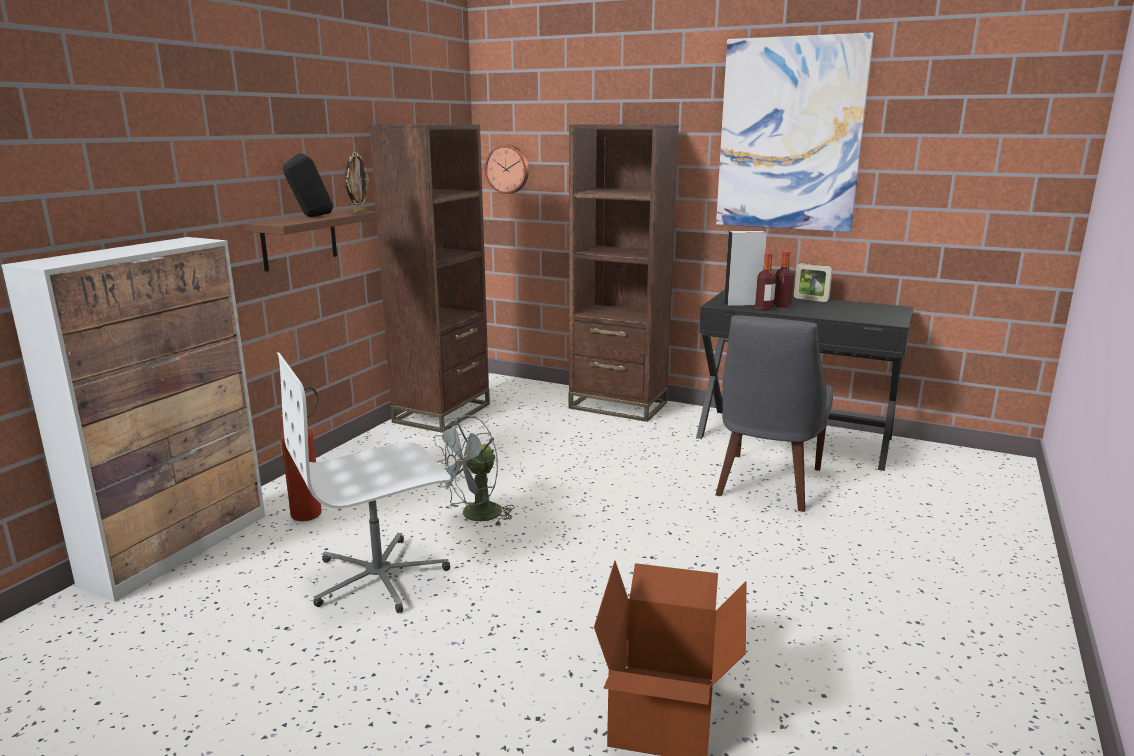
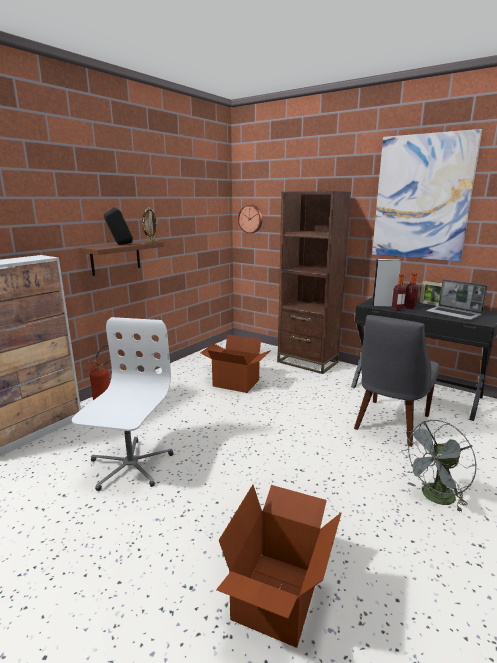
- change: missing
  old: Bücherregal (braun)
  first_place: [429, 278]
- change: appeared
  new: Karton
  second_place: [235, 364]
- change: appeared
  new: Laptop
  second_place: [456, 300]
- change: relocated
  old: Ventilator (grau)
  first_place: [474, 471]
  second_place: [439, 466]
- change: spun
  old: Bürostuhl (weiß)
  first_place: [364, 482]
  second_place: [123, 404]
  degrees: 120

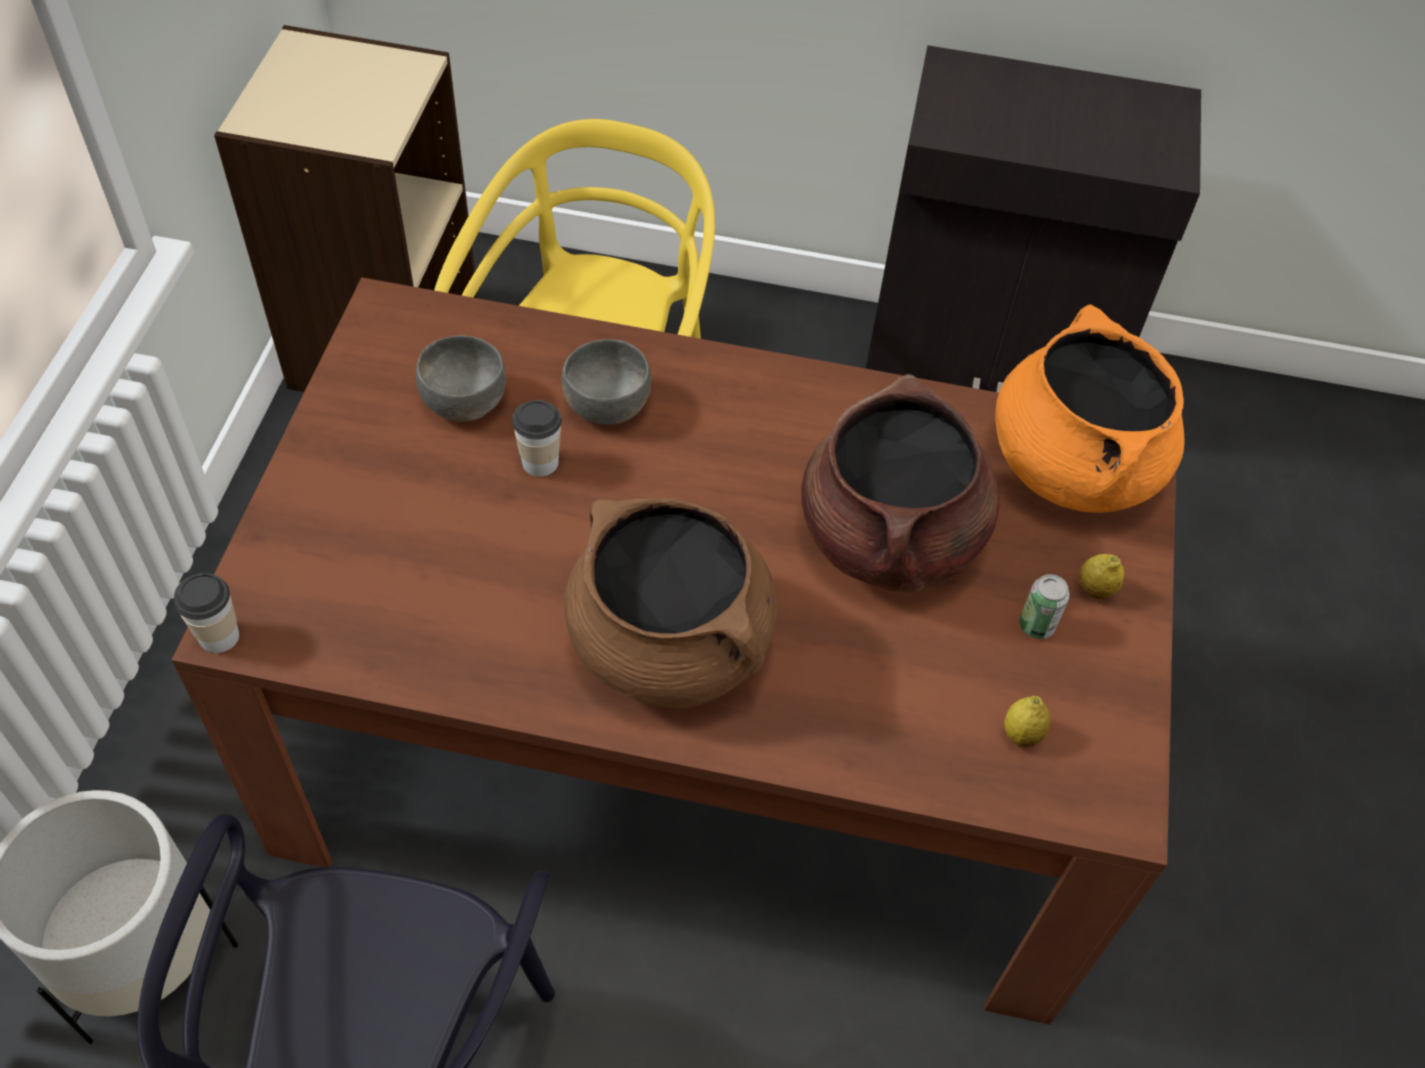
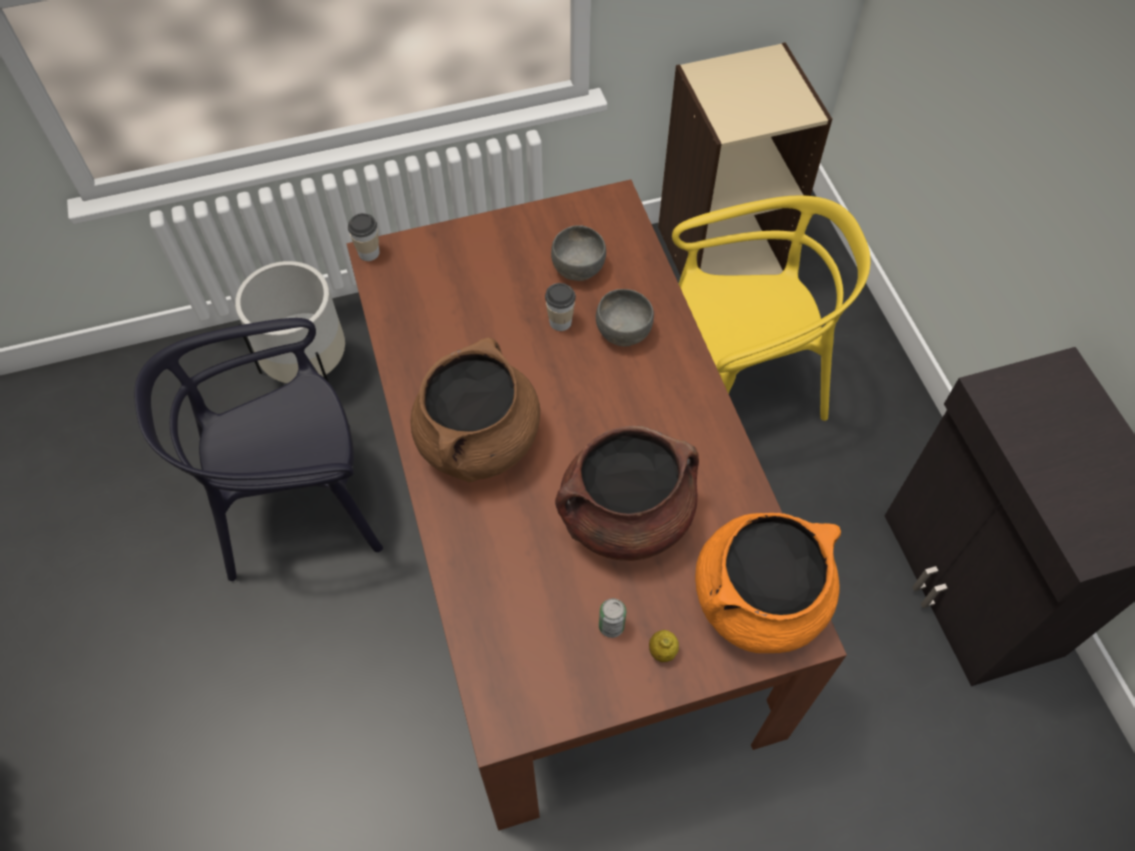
- change: missing
  old: Zitrone
  first_place: [1027, 721]

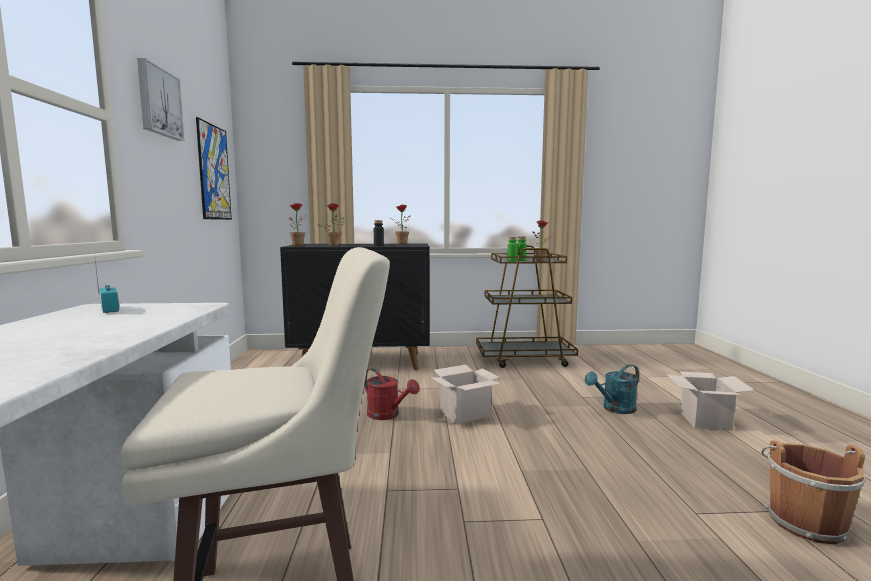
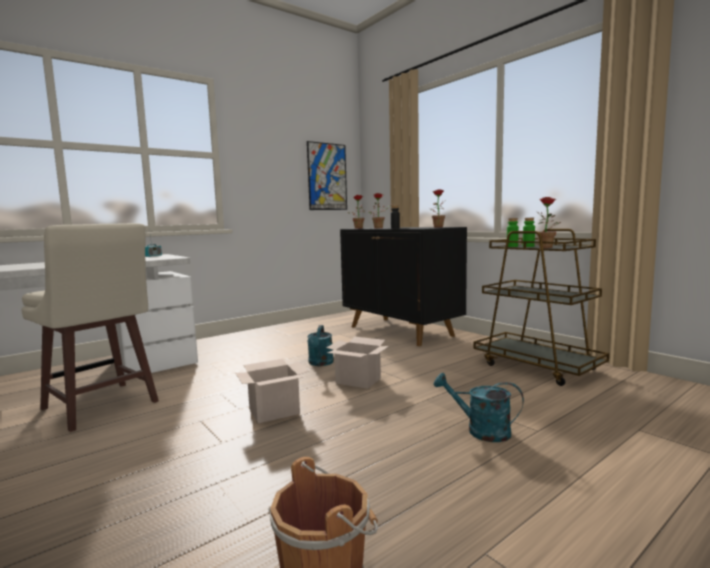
- change: missing
  old: Bild
  first_place: [161, 99]
- change: relocated
  old: Karton
  first_place: [710, 401]
  second_place: [272, 391]
- change: colour
  old: Gießkanne (rot)
  new: Gießkanne (türkis)
  first_place: [391, 394]
  second_place: [320, 345]

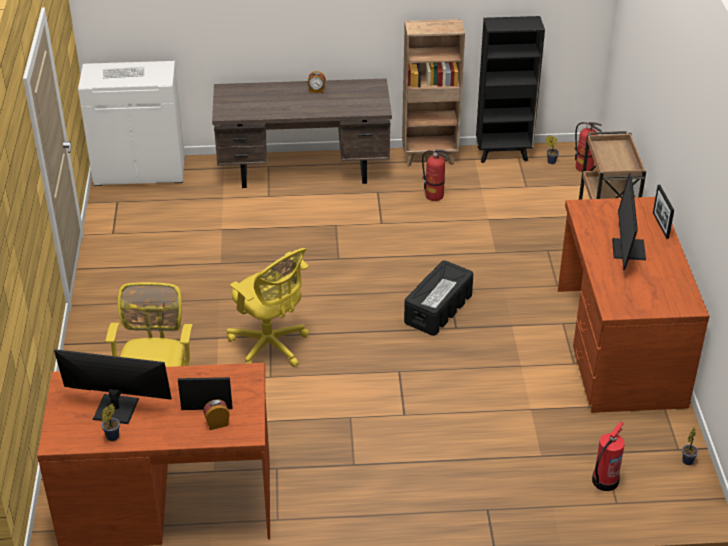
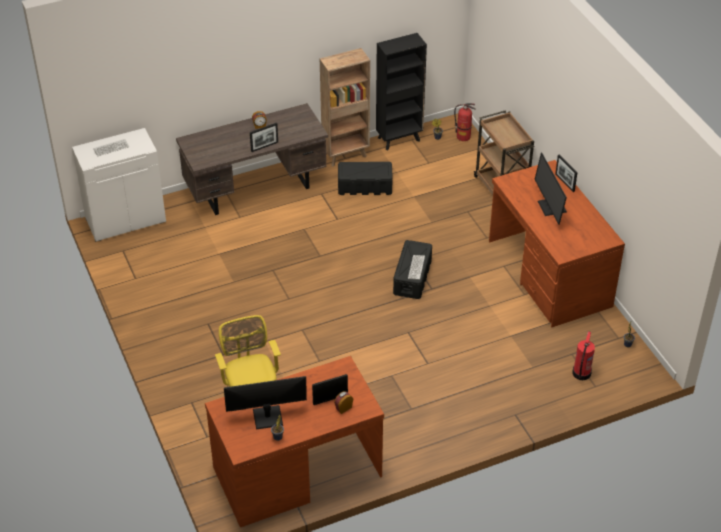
- change: missing
  old: Bürostuhl (gelb)
  first_place: [268, 307]
- change: appeared
  new: Bilderrahmen
  second_place: [264, 137]
- change: exchanged
  old: Feuerlöscher
  new: Aufbewahrungsbox (schwarz)
  first_place: [435, 175]
  second_place: [365, 178]

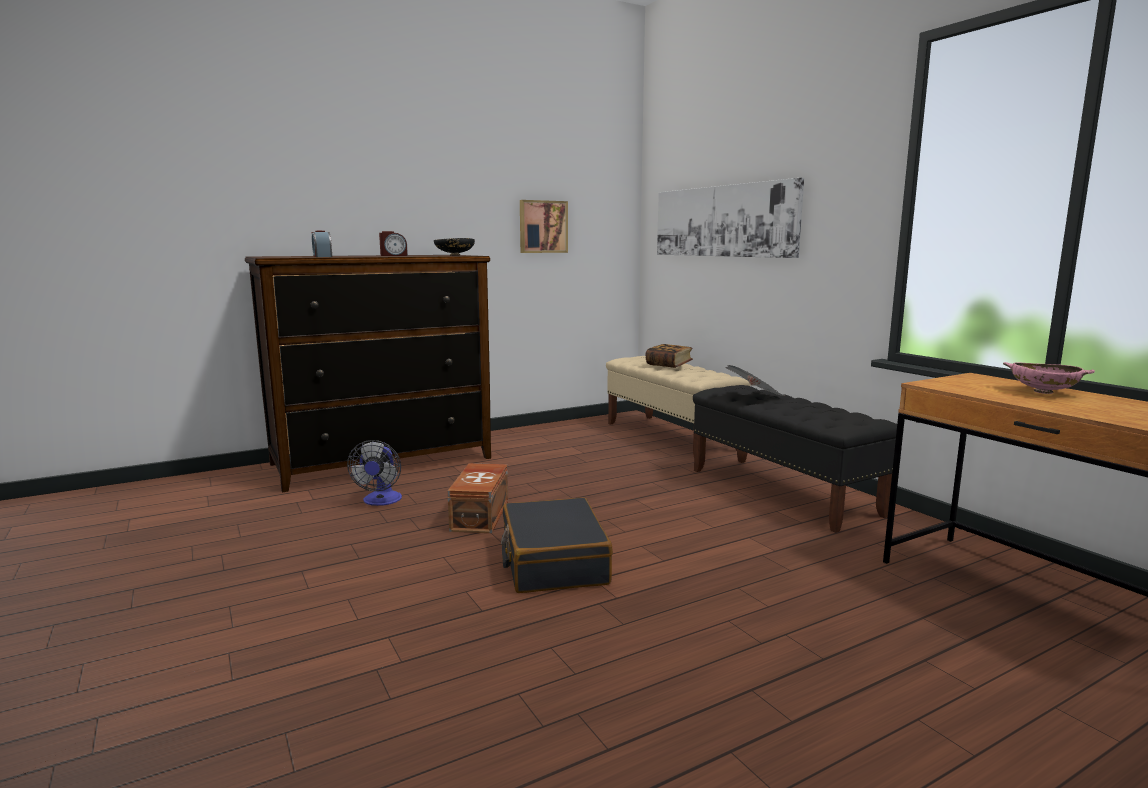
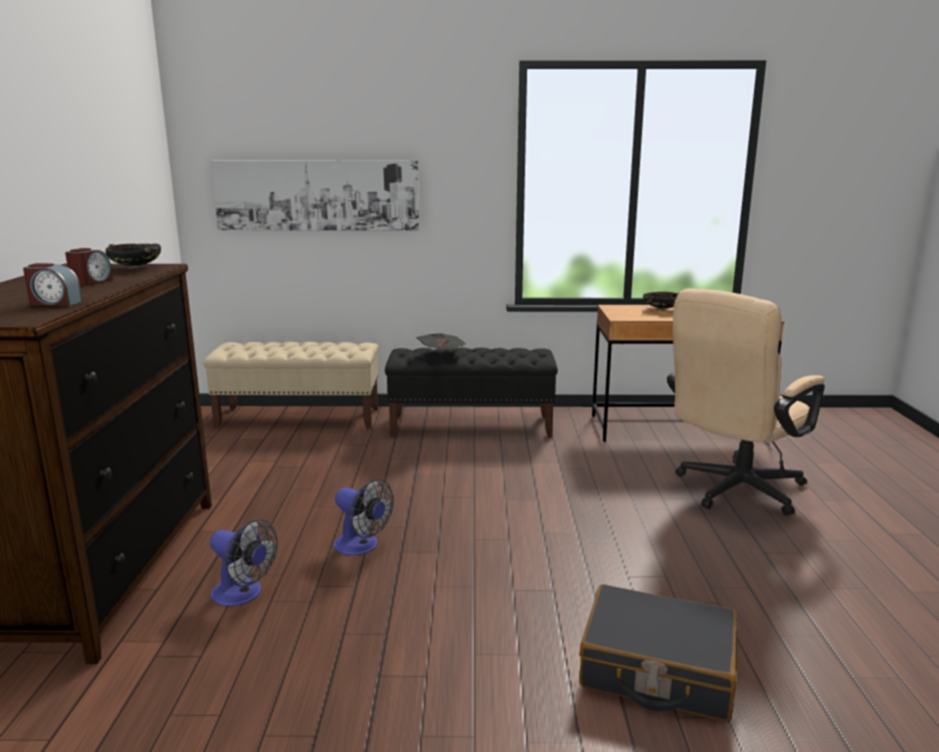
- change: missing
  old: Bild
  first_place: [544, 226]
- change: missing
  old: Buch
  first_place: [669, 356]
- change: appeared
  new: Bürostuhl (beige)
  second_place: [746, 402]
- change: relocated
  old: Koffer (schwarz)
  first_place: [557, 545]
  second_place: [658, 653]
- change: exchanged
  old: Aufbewahrungsbox (braun)
  new: Ventilator
  first_place: [478, 498]
  second_place: [364, 517]
- change: colour
  old: Schüssel (rosa)
  new: Schüssel (schwarz)
  first_place: [1049, 378]
  second_place: [661, 301]

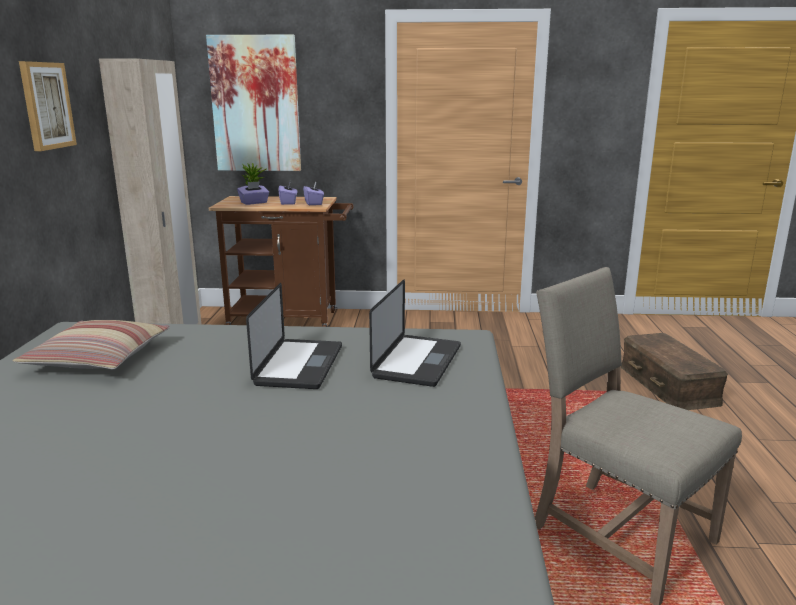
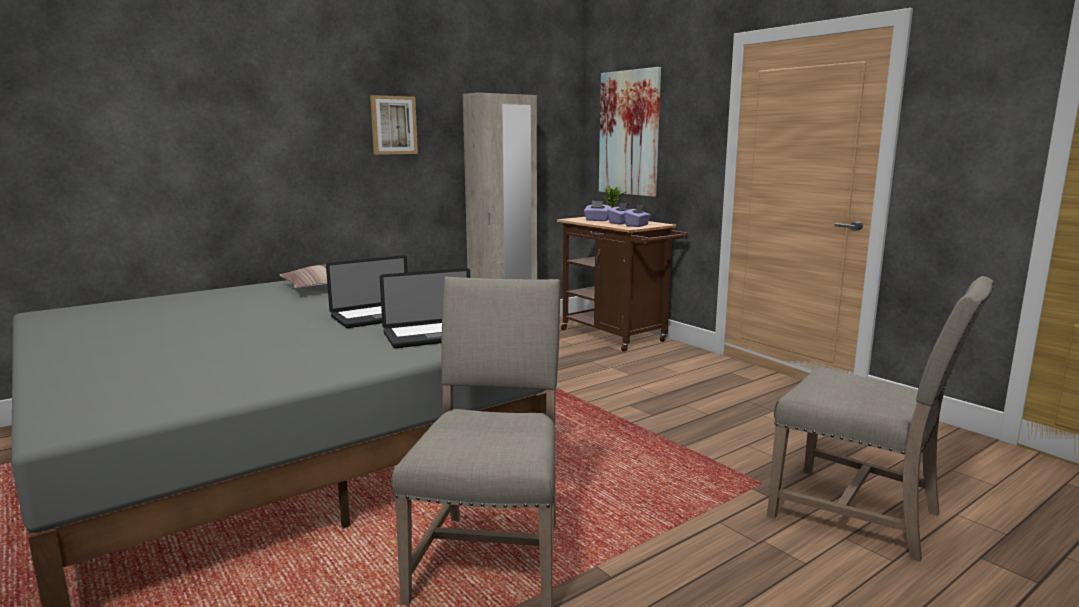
- change: exchanged
  old: Aufbewahrungsbox (braun)
  new: Stuhl (beige)
  first_place: [674, 371]
  second_place: [880, 419]

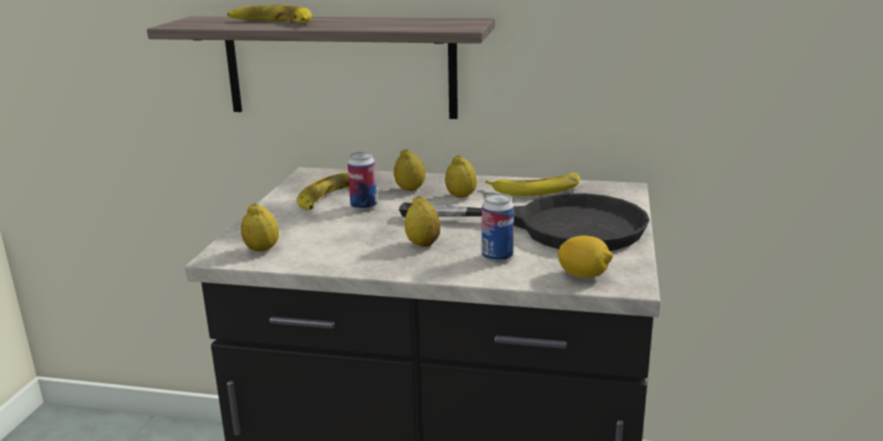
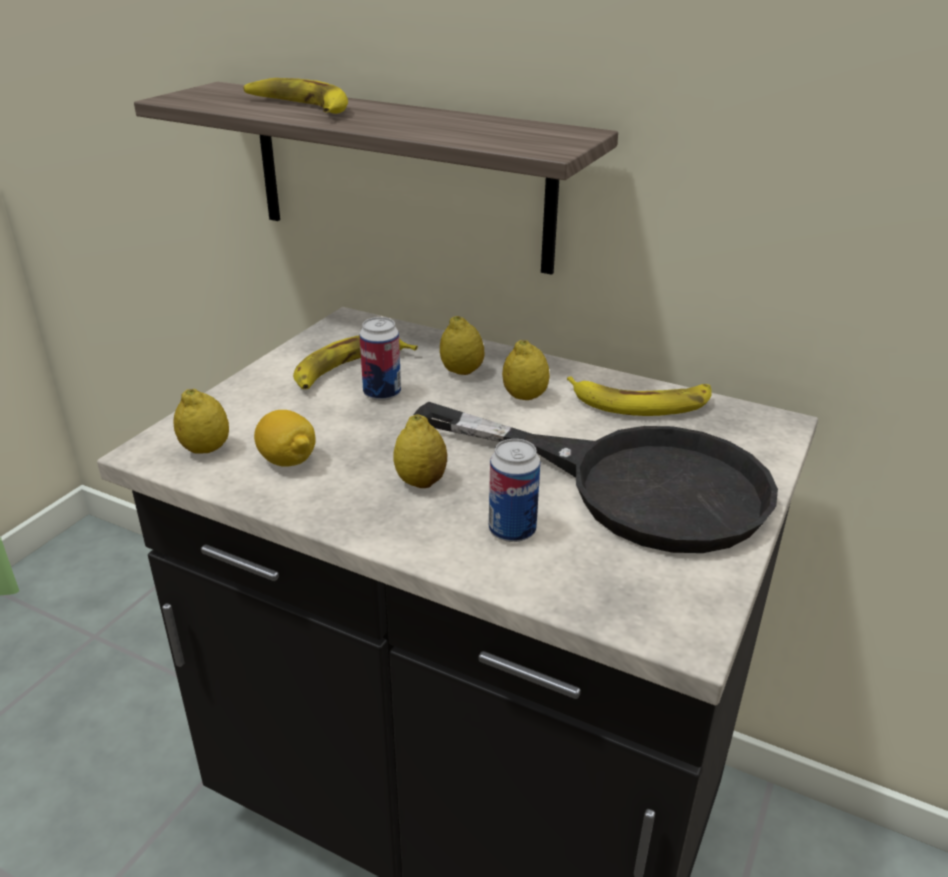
- change: relocated
  old: Zitrone
  first_place: [585, 257]
  second_place: [284, 438]

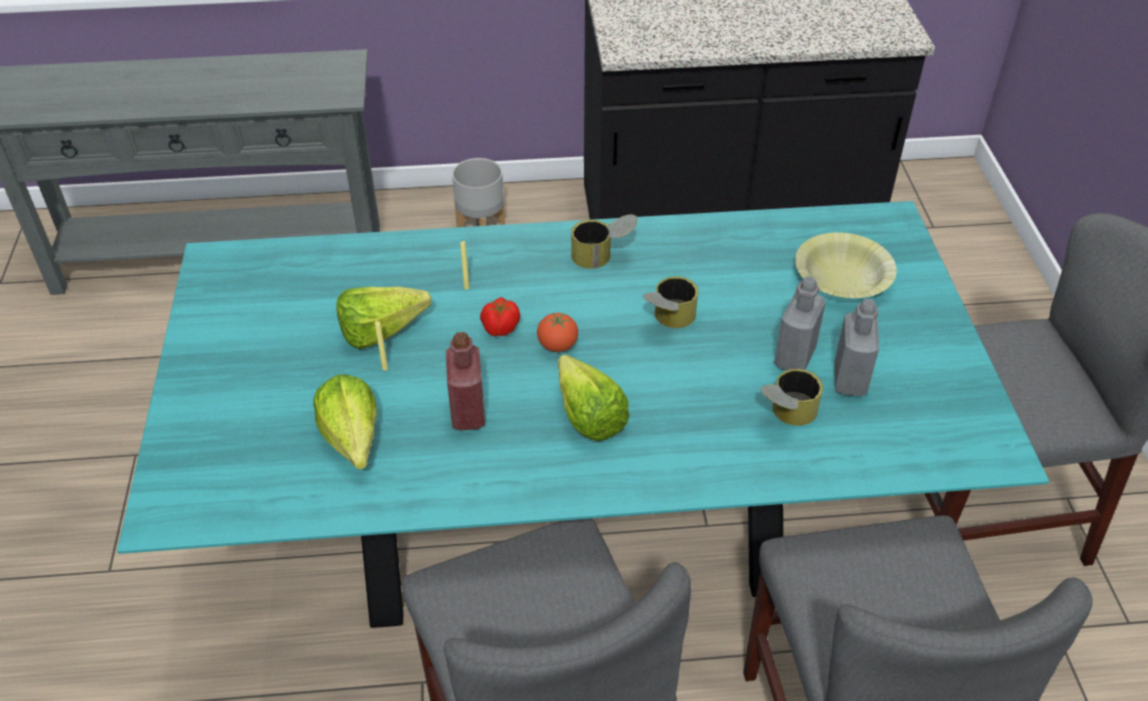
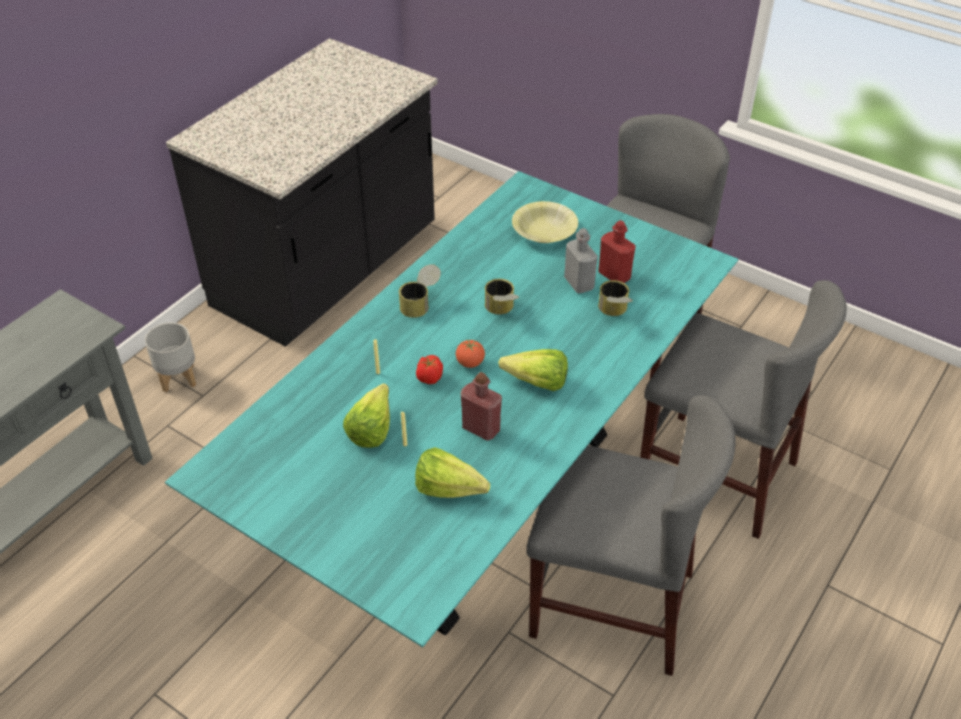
- change: colour
  old: Flasche (grau)
  new: Flasche (rot)
  first_place: [856, 347]
  second_place: [617, 251]

